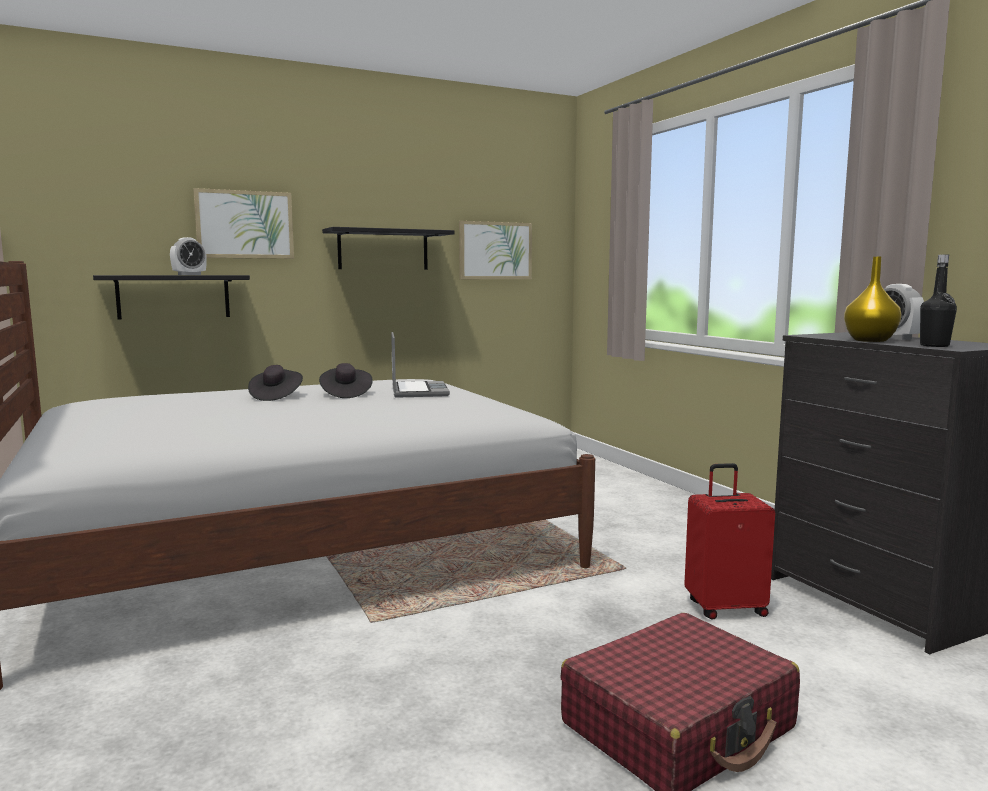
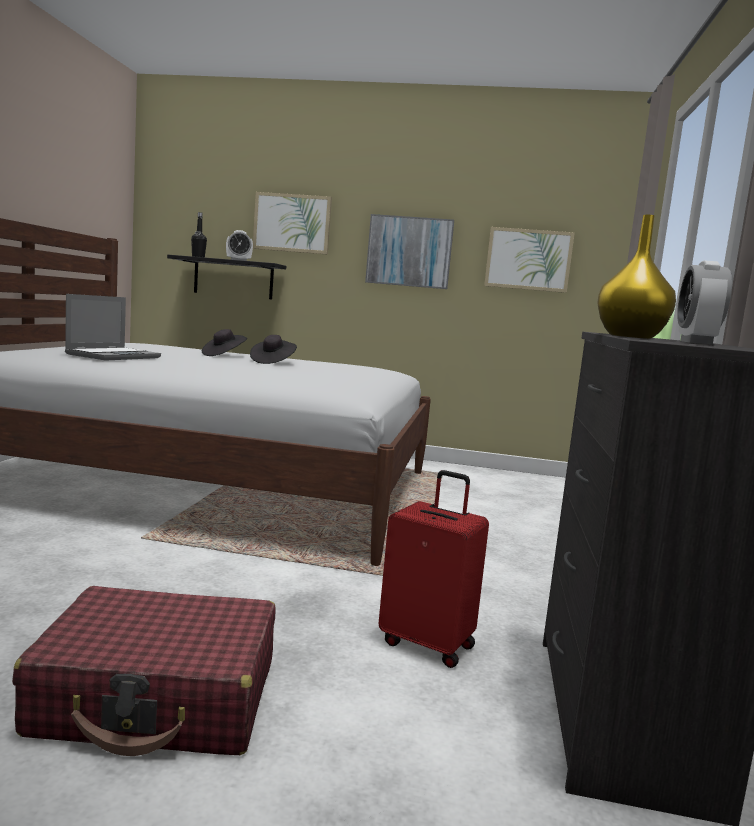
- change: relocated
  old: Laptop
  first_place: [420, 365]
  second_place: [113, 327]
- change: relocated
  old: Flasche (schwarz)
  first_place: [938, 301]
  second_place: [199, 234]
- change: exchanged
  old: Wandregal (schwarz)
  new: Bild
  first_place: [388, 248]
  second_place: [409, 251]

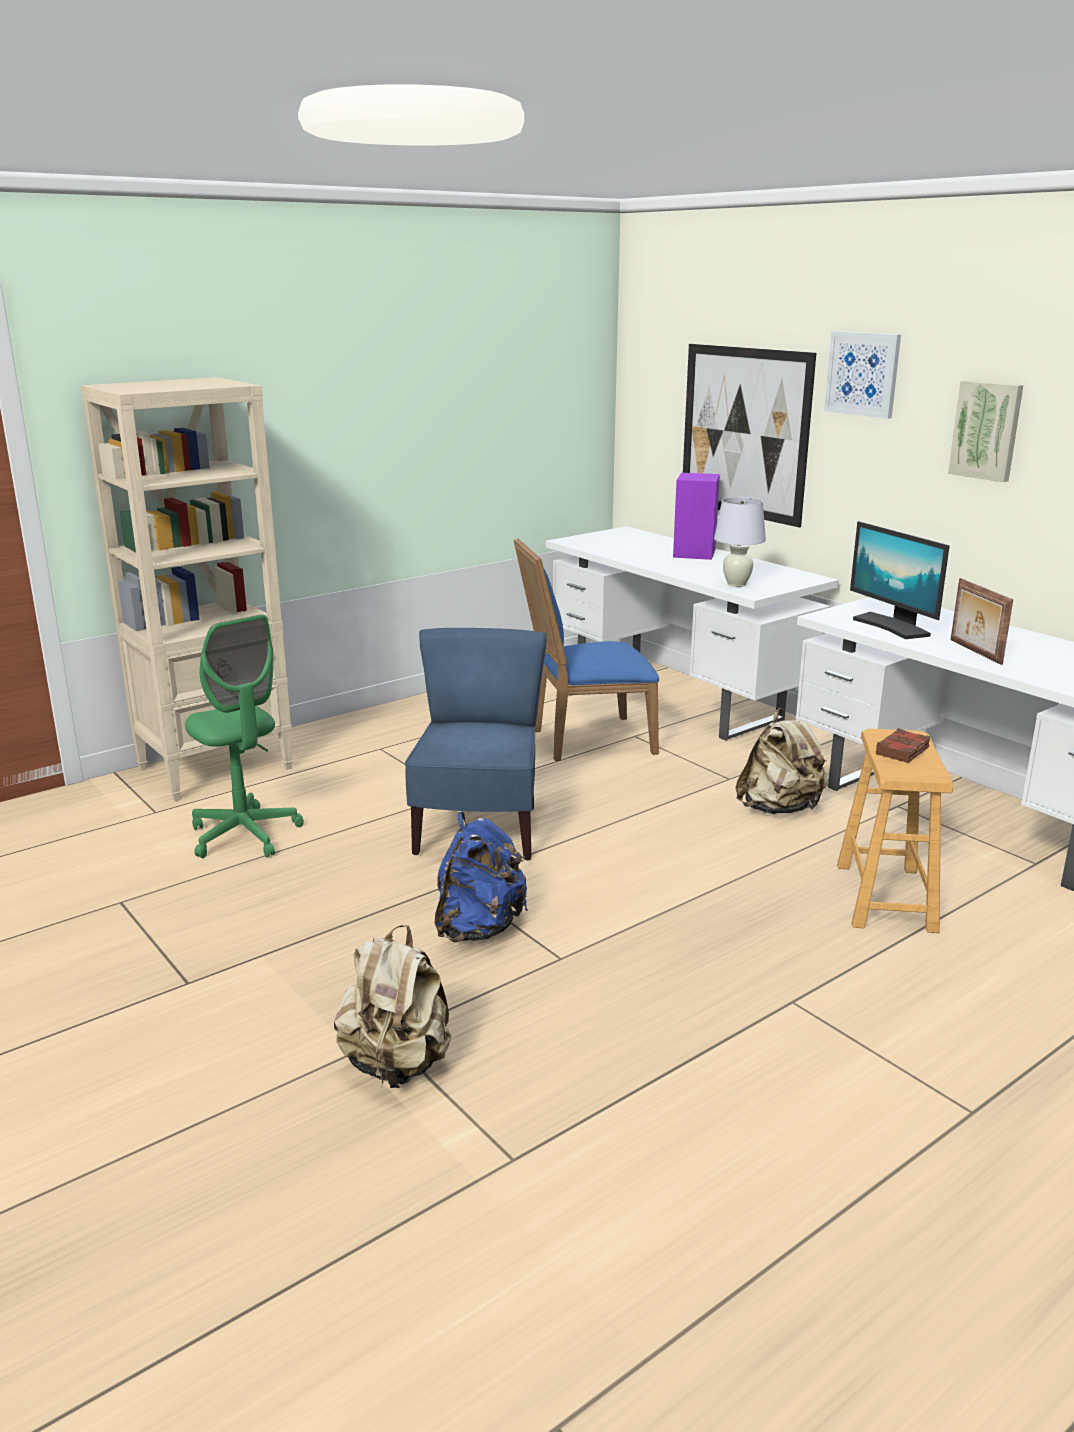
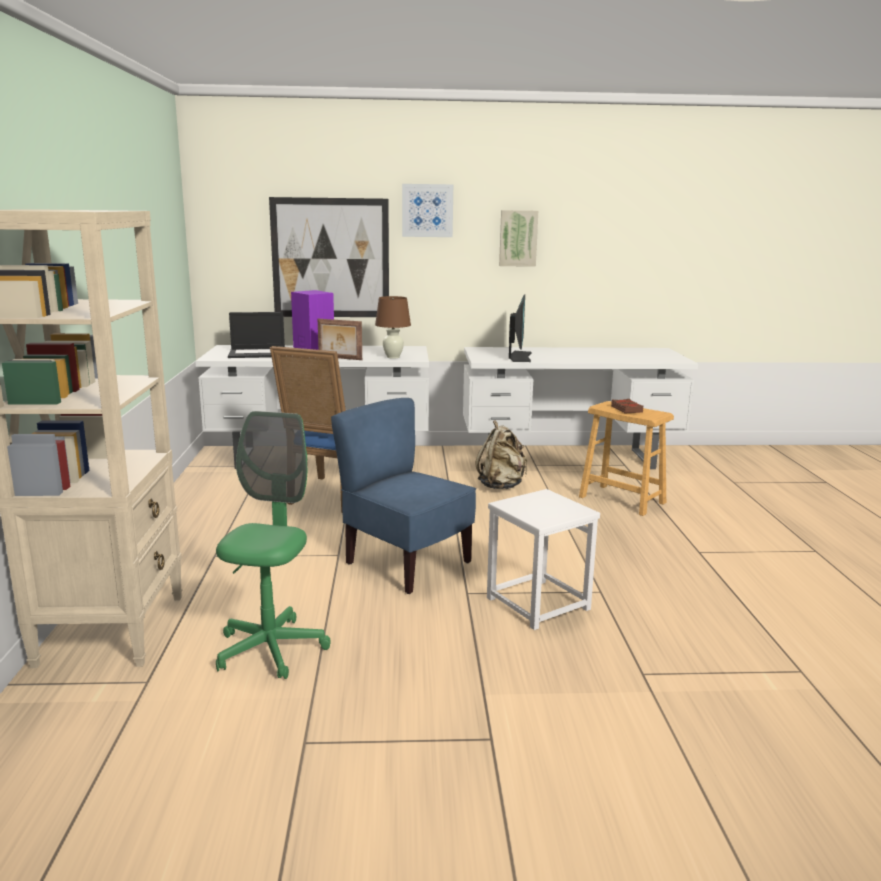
- change: missing
  old: Rucksack (beige)
  first_place: [392, 1006]
- change: appeared
  new: Laptop
  second_place: [256, 335]
- change: relocated
  old: Bilderrahmen
  first_place: [982, 621]
  second_place: [340, 339]
- change: exchanged
  old: Rucksack (blau)
  new: Hocker (weiß)
  first_place: [481, 877]
  second_place: [543, 559]
- change: colour
  old: Tischlampe (weiß)
  new: Tischlampe (braun)
  first_place: [740, 542]
  second_place: [393, 327]
- change: spun
  old: Bürostuhl (grün)
  first_place: [244, 736]
  second_place: [273, 545]
  degrees: -75
- change: spun
  old: Monitor
  first_place: [900, 580]
  second_place: [520, 328]
  degrees: -90

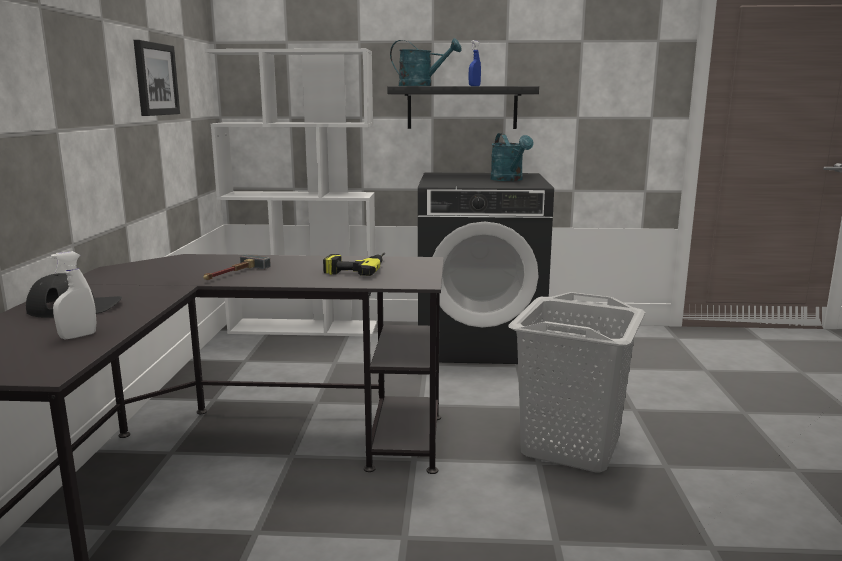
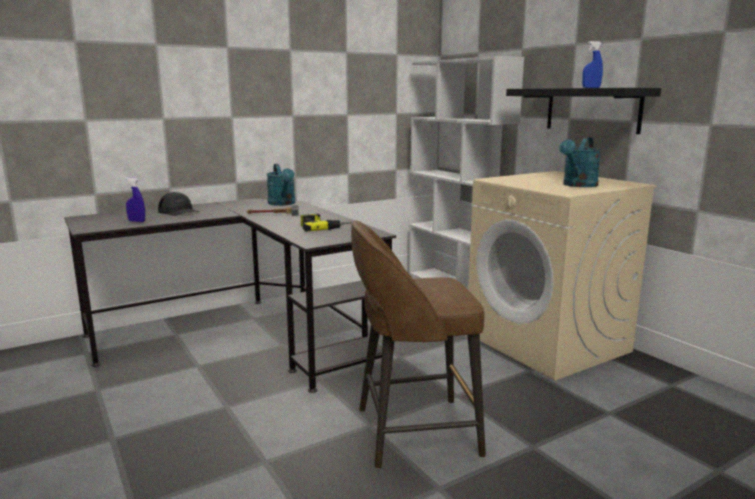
- change: missing
  old: Bild
  first_place: [157, 78]
- change: relocated
  old: Gießkanne (türkis)
  first_place: [425, 62]
  second_place: [281, 185]
- change: exchanged
  old: Wäschekorb (grau)
  new: Hocker (braun)
  first_place: [576, 382]
  second_place: [418, 344]
- change: colour
  old: Sprühflasche (weiß)
  new: Sprühflasche (blau)
  first_place: [73, 295]
  second_place: [135, 199]
- change: colour
  old: Waschmaschine (schwarz)
  new: Waschmaschine (beige)
  first_place: [486, 268]
  second_place: [562, 275]

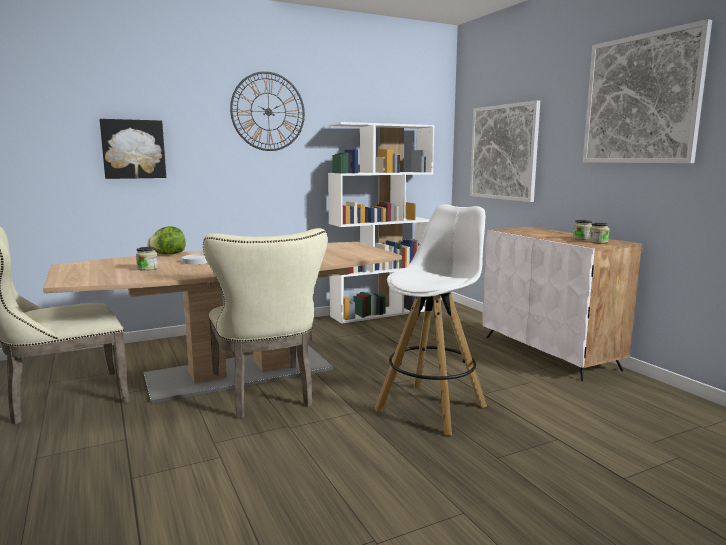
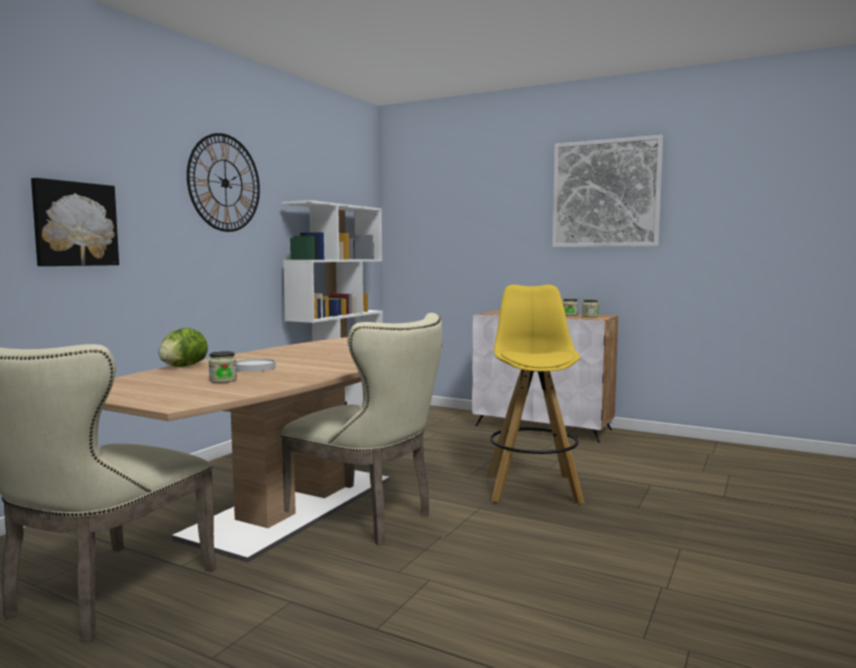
- change: missing
  old: Bild
  first_place: [505, 151]
- change: colour
  old: Hocker (weiß)
  new: Hocker (gelb)
  first_place: [430, 320]
  second_place: [536, 394]

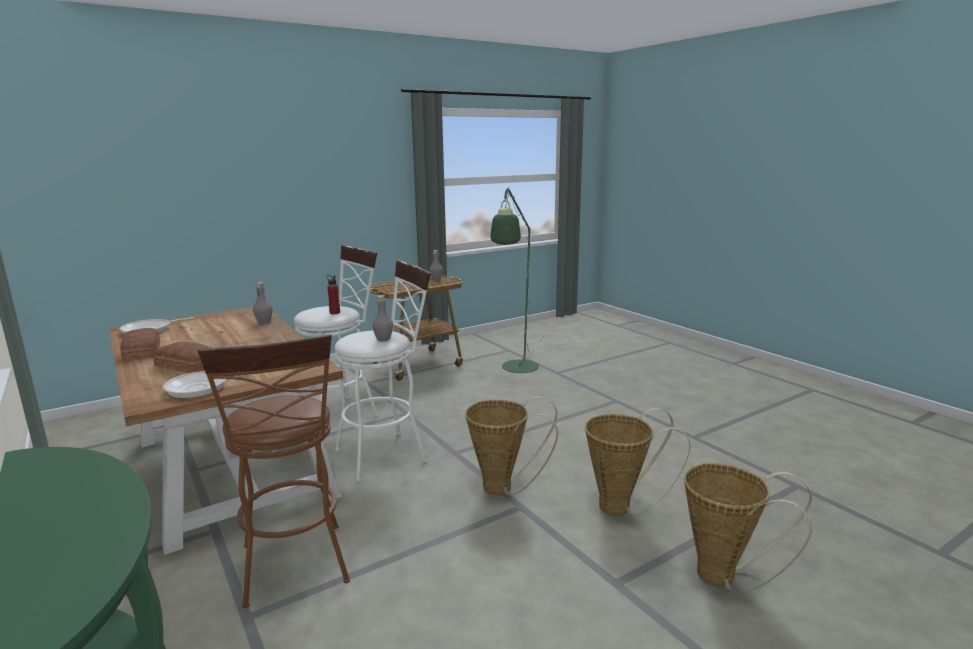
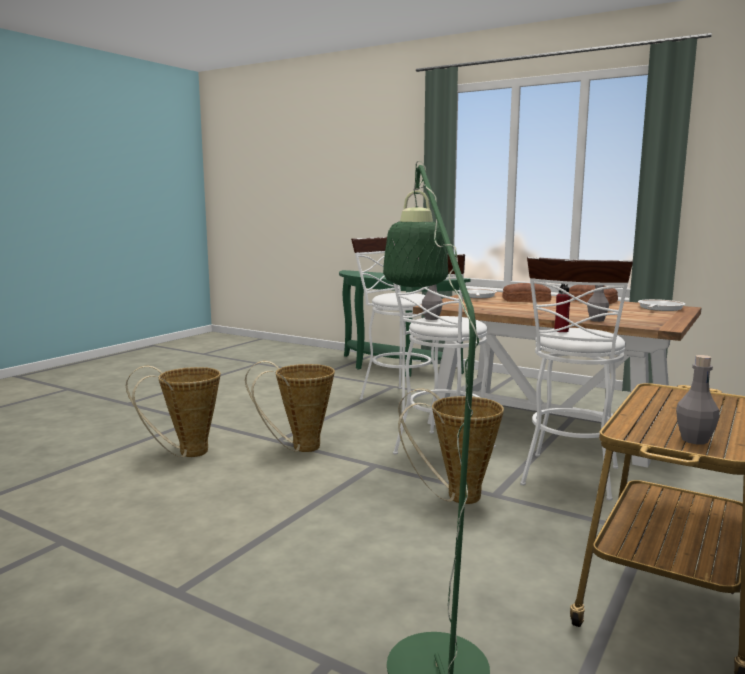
- change: relocated
  old: Korb
  first_place: [748, 528]
  second_place: [451, 446]
- change: colour
  old: Hocker (braun)
  new: Hocker (weiß)
  first_place: [273, 471]
  second_place: [393, 324]

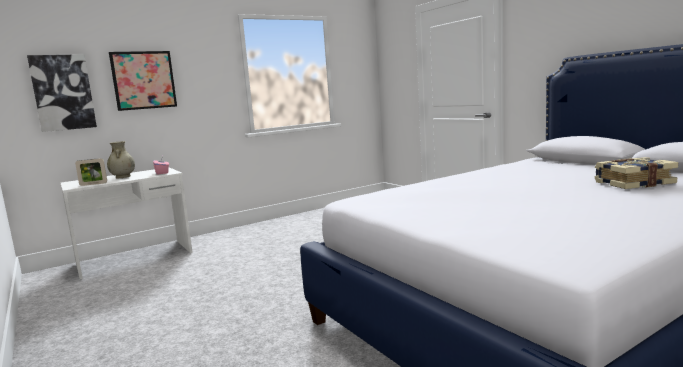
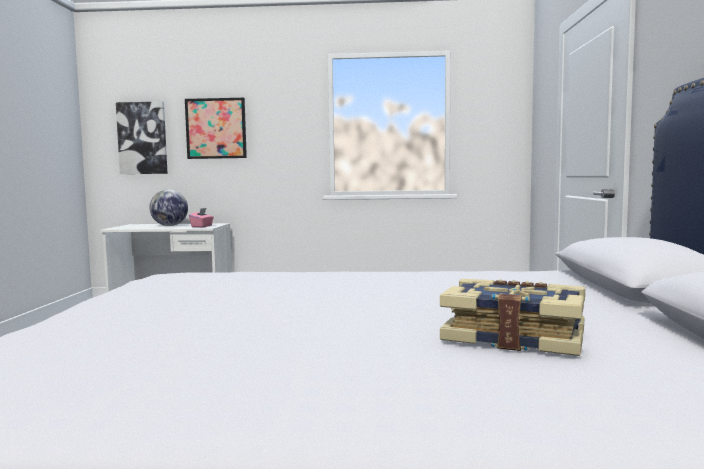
- change: missing
  old: Bilderrahmen
  first_place: [91, 172]
- change: exchanged
  old: Vase (beige)
  new: Globus
  first_place: [121, 159]
  second_place: [168, 207]

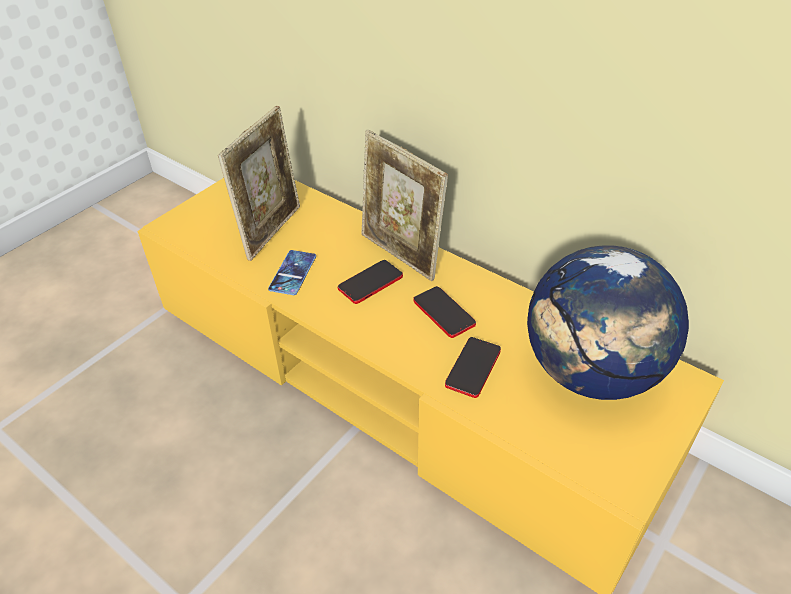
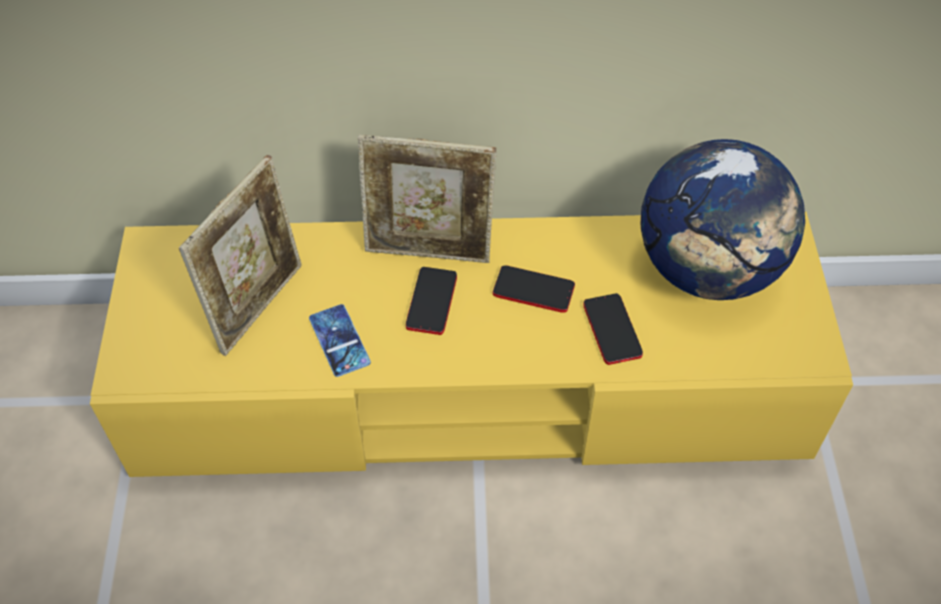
- change: spun
  old: Bilderrahmen
  first_place: [259, 183]
  second_place: [240, 255]
  degrees: 45

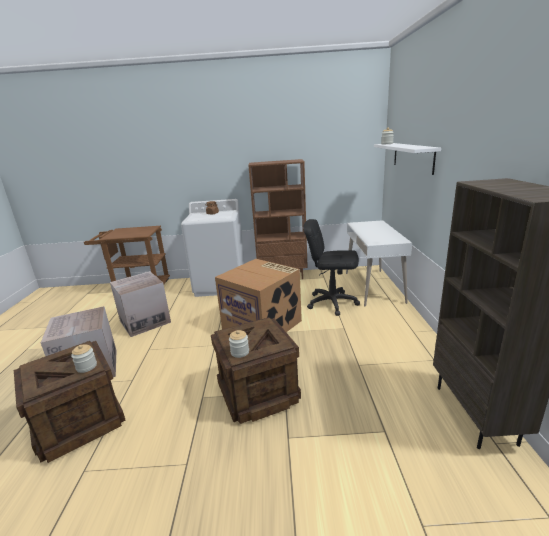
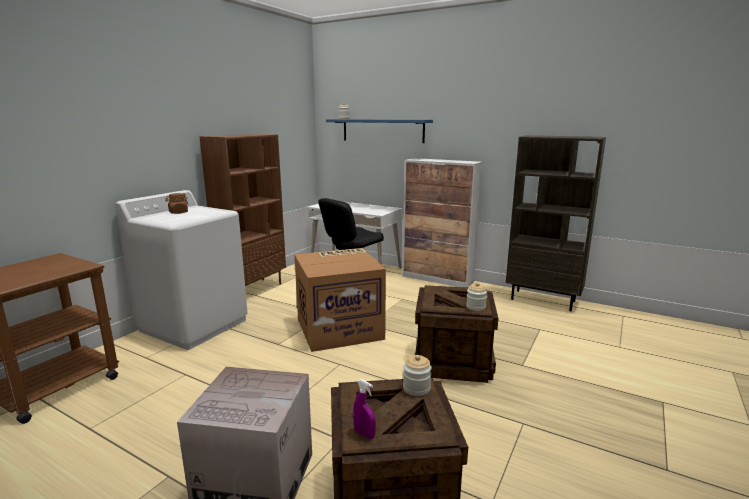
- change: missing
  old: Karton
  first_place: [140, 304]
- change: appeared
  new: Sprühflasche (lila)
  second_place: [364, 409]
- change: appeared
  new: Schrank
  second_place: [442, 222]
- change: colour
  old: Wandregal (weiß)
  new: Wandregal (blau)
  first_place: [407, 159]
  second_place: [379, 131]

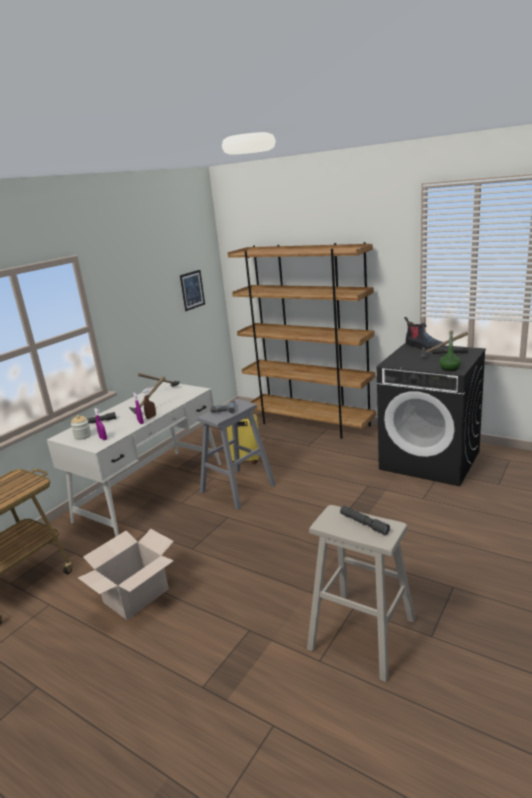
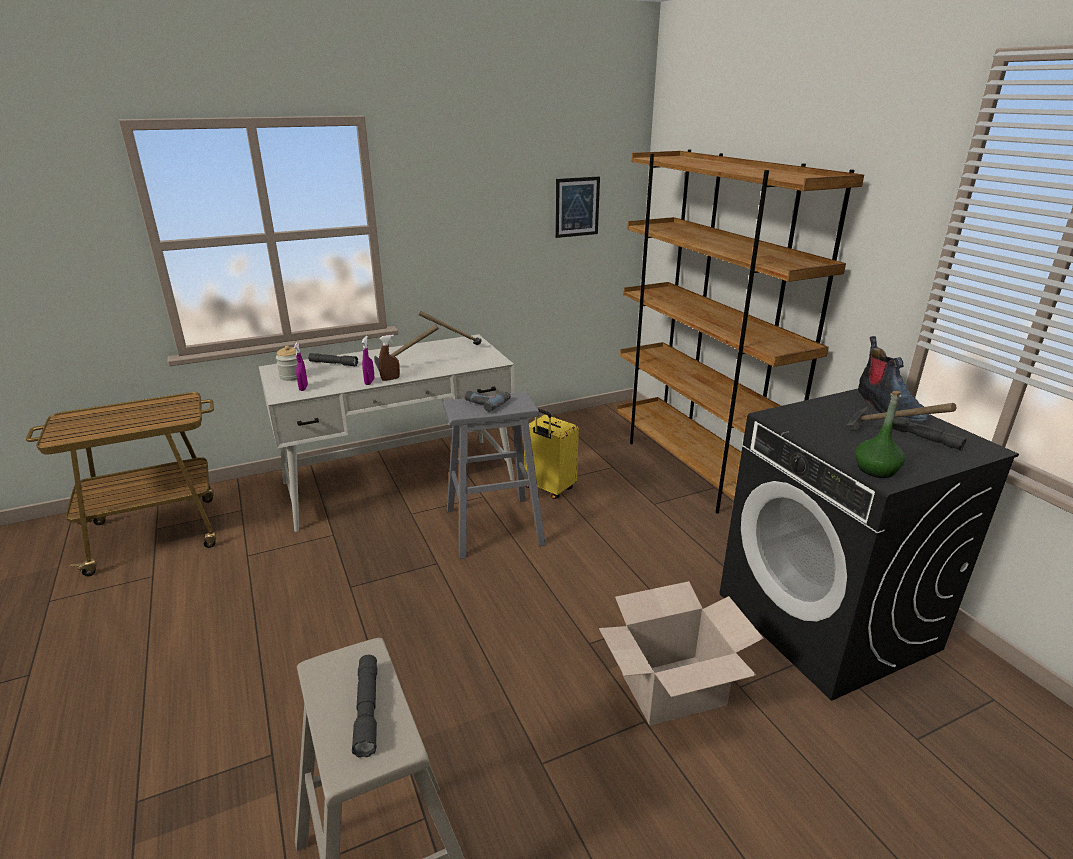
- change: relocated
  old: Karton
  first_place: [126, 574]
  second_place: [681, 653]

